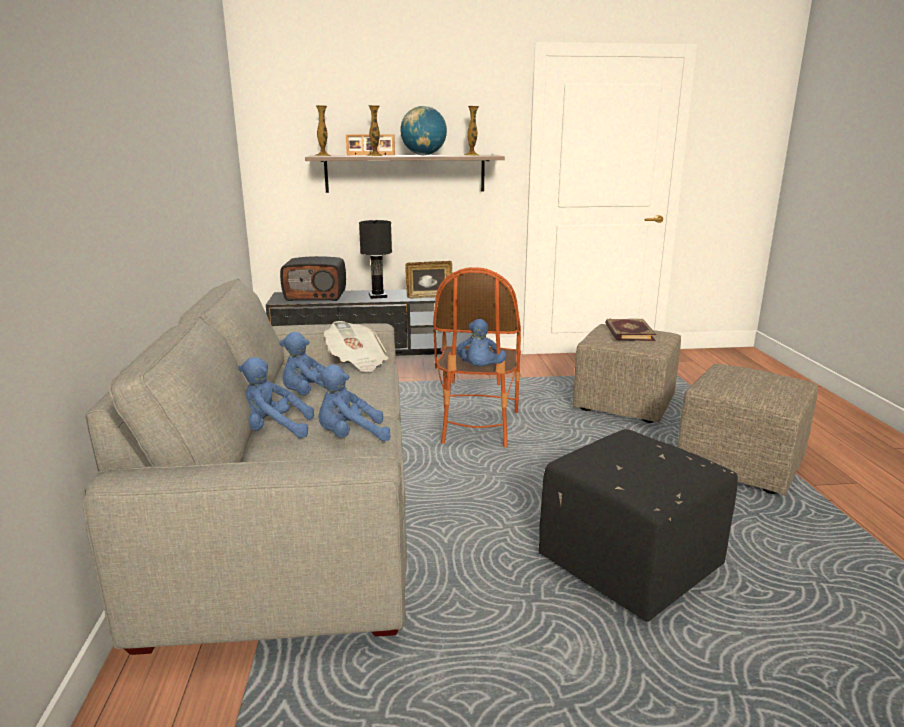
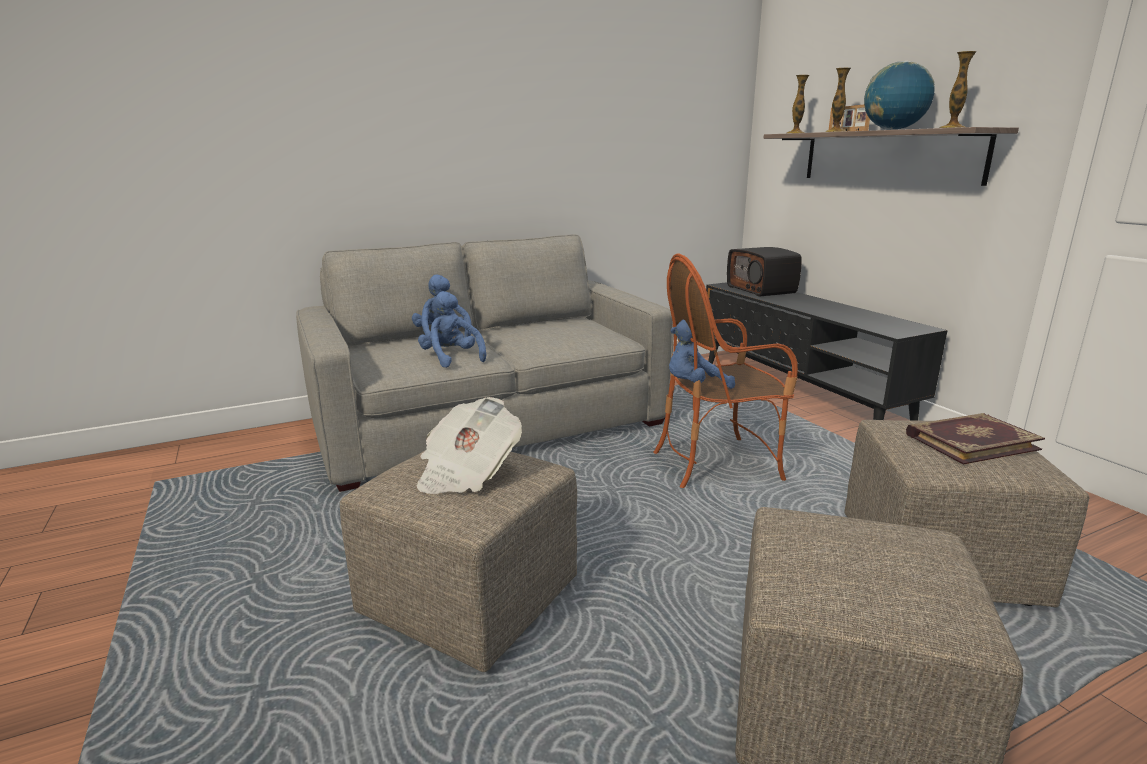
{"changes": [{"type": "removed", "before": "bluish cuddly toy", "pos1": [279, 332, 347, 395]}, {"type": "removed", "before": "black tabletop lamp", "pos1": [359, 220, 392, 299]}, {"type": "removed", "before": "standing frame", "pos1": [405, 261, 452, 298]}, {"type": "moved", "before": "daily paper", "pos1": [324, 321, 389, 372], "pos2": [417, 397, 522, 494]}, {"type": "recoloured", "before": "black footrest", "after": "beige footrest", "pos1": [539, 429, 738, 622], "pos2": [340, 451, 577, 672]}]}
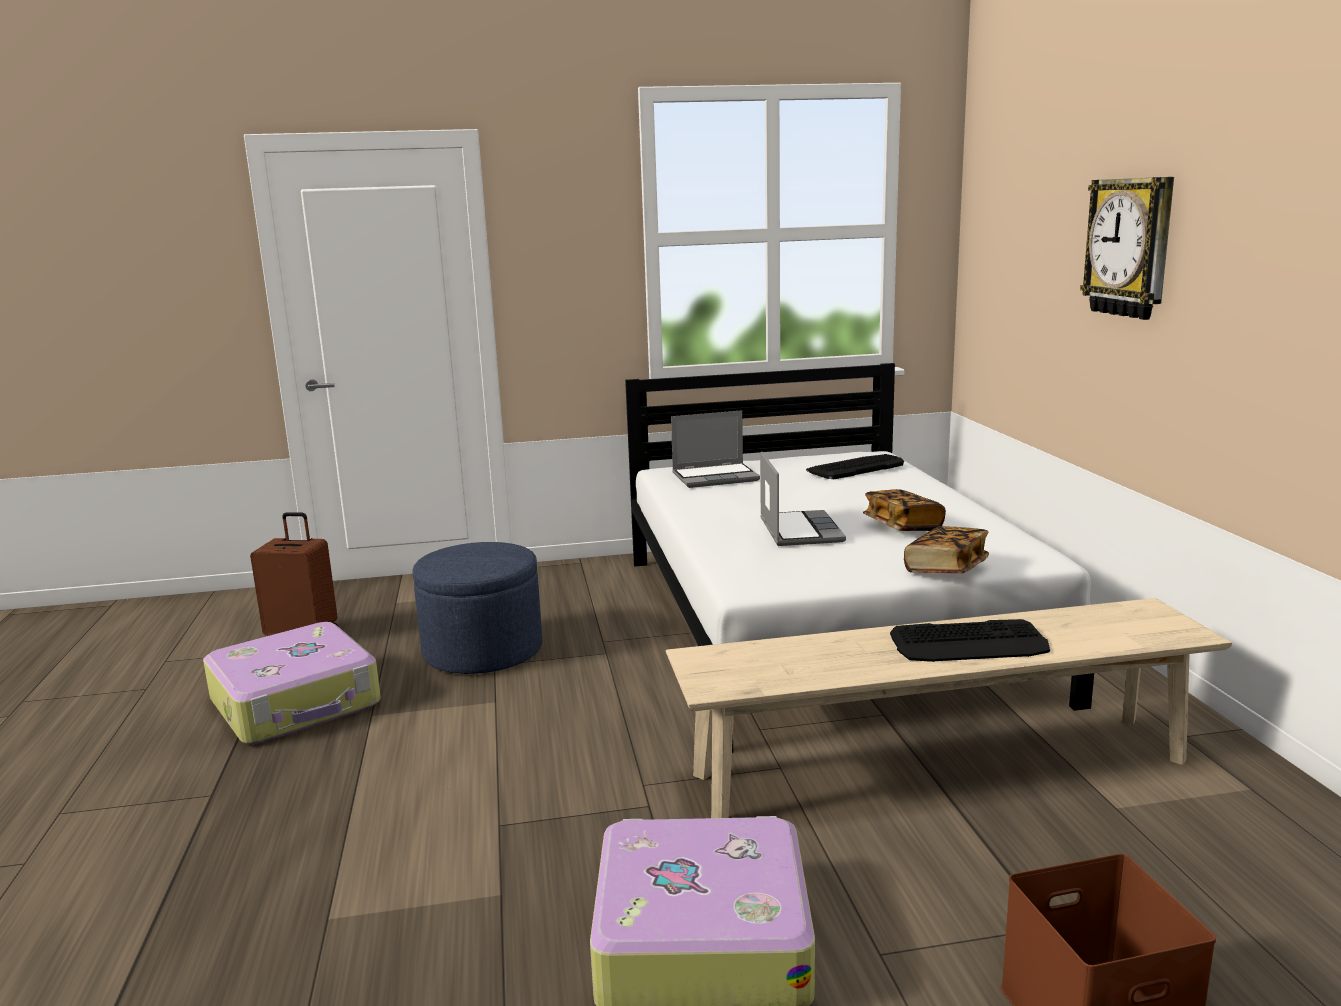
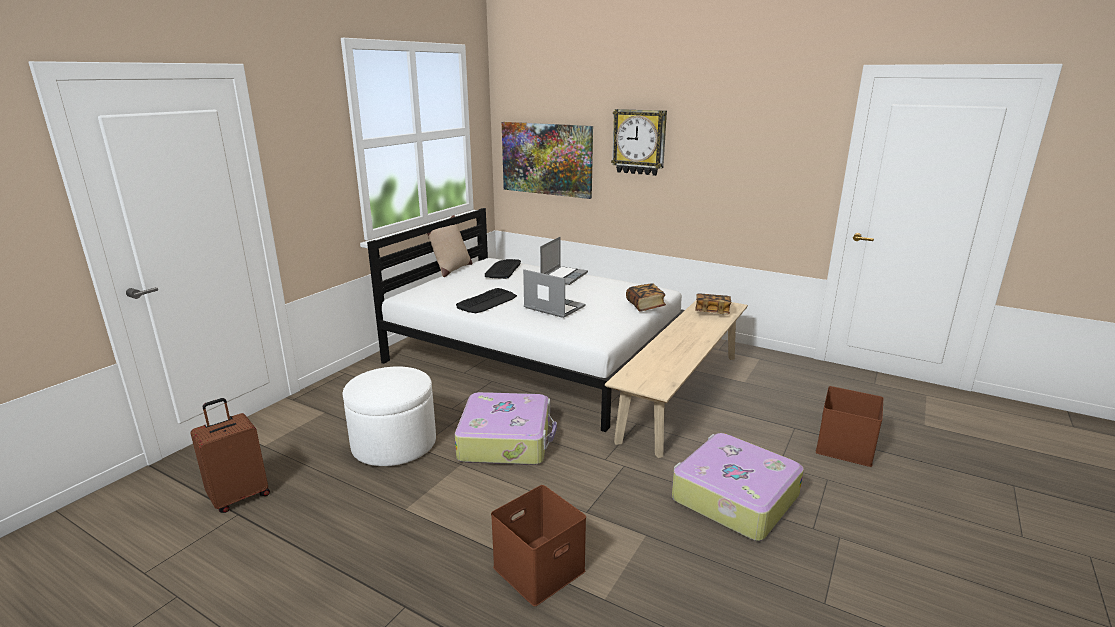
{"changes": [{"type": "added", "after": "beige throw pillow", "pos2": [426, 215, 472, 277]}, {"type": "added", "after": "brown storage box", "pos2": [491, 485, 586, 606]}, {"type": "added", "after": "wall art", "pos2": [502, 122, 593, 199]}, {"type": "moved", "before": "piece of luggage", "pos1": [203, 622, 381, 744], "pos2": [455, 392, 557, 465]}, {"type": "moved", "before": "portable computer", "pos1": [671, 410, 760, 488], "pos2": [540, 236, 588, 285]}, {"type": "moved", "before": "bound book", "pos1": [863, 489, 946, 531], "pos2": [695, 293, 731, 315]}, {"type": "moved", "before": "keyboard", "pos1": [890, 619, 1050, 662], "pos2": [456, 288, 517, 313]}, {"type": "recoloured", "before": "bluish footrest", "after": "white footrest", "pos1": [412, 542, 542, 674], "pos2": [343, 367, 436, 466]}]}
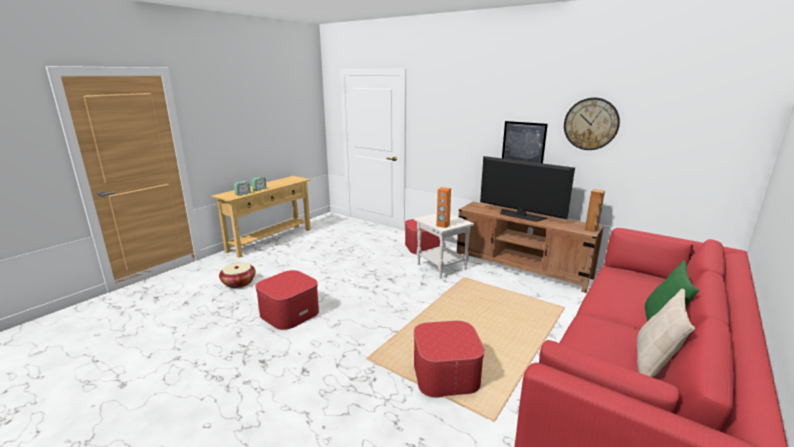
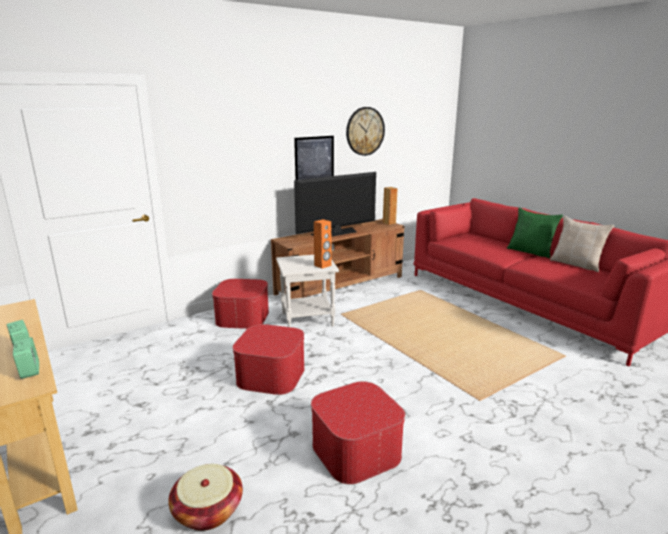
{"changes": [{"type": "moved", "before": "footrest", "pos1": [414, 321, 485, 398], "pos2": [233, 324, 305, 395]}]}
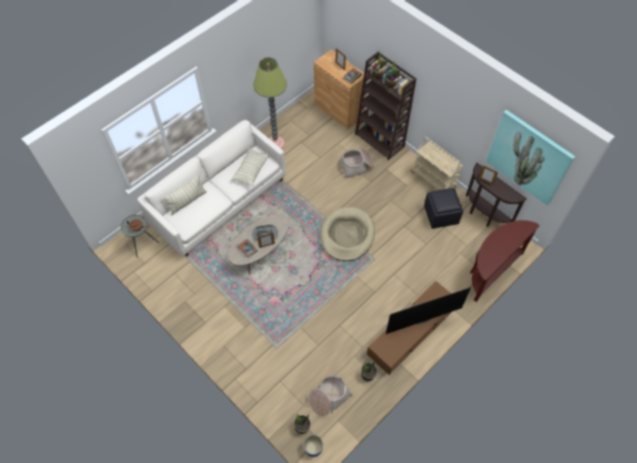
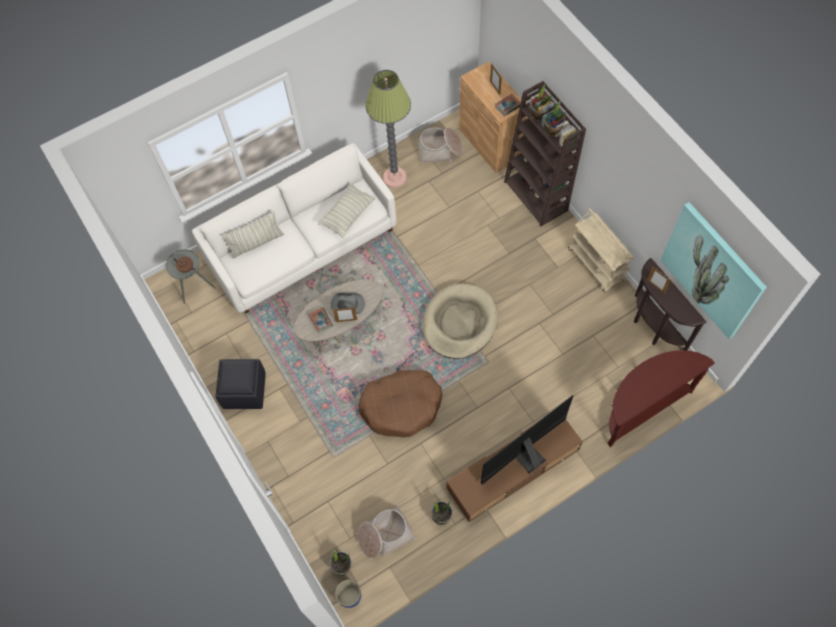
{"changes": [{"type": "added", "after": "brown pet bed", "pos2": [358, 370, 442, 437]}, {"type": "moved", "before": "storage basket", "pos1": [338, 149, 375, 179], "pos2": [418, 127, 463, 165]}, {"type": "moved", "before": "black footrest", "pos1": [424, 188, 463, 229], "pos2": [216, 359, 266, 409]}, {"type": "turned", "before": "TV", "pos1": [386, 287, 471, 334], "pos2": [481, 395, 574, 485], "turn": 150}]}
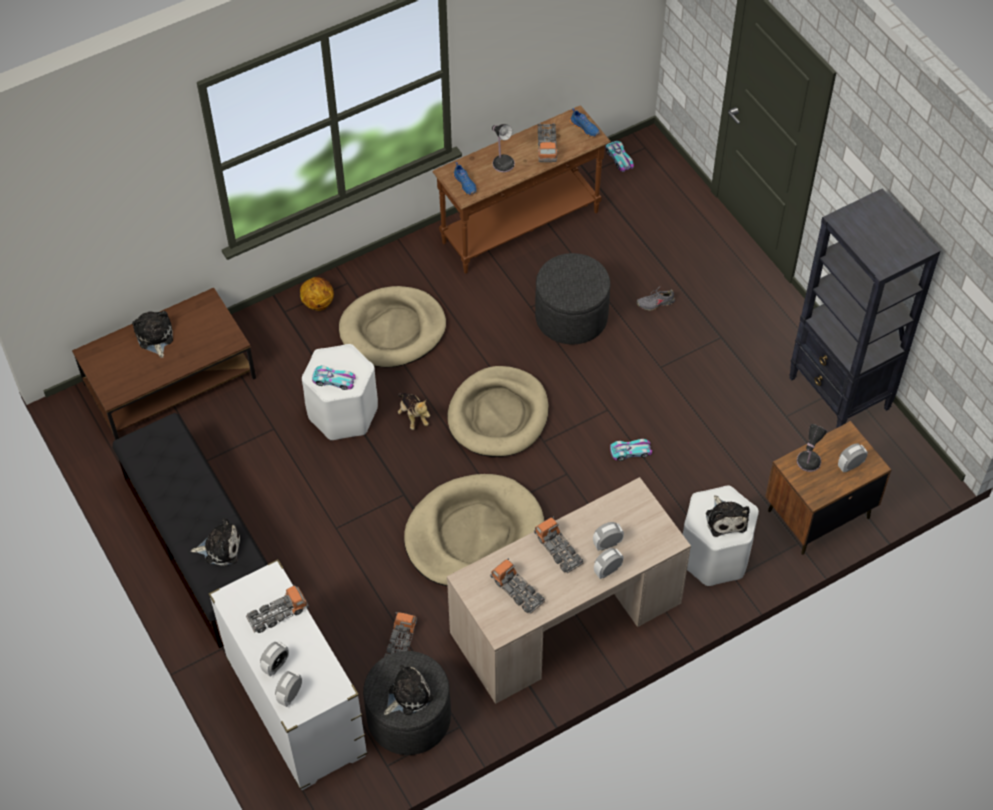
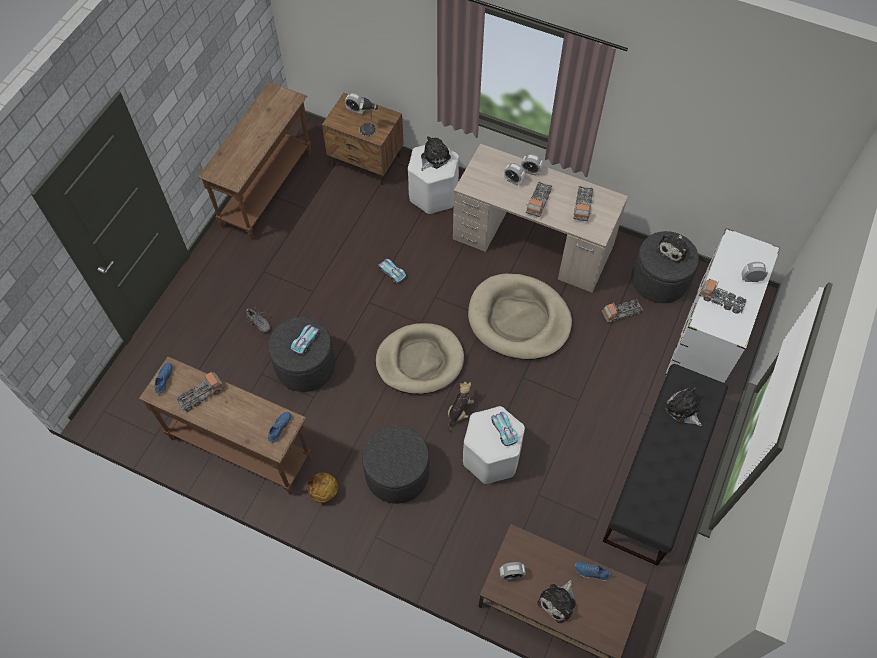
{"changes": [{"type": "removed", "before": "tabletop lamp", "pos1": [492, 124, 515, 172]}, {"type": "added", "after": "bluish low shoe", "pos2": [575, 562, 611, 581]}, {"type": "moved", "before": "bedside clock", "pos1": [275, 671, 302, 707], "pos2": [500, 562, 526, 580]}, {"type": "moved", "before": "basketball", "pos1": [300, 277, 334, 311], "pos2": [308, 473, 338, 503]}, {"type": "moved", "before": "model car", "pos1": [606, 141, 634, 172], "pos2": [291, 325, 320, 355]}, {"type": "replaced", "before": "beige pet bed", "after": "greyish footrest", "pos1": [339, 286, 446, 368], "pos2": [362, 425, 429, 504]}, {"type": "replaced", "before": "black shelving unit", "after": "brown narrow table", "pos1": [789, 188, 940, 428], "pos2": [198, 82, 311, 240]}, {"type": "turned", "before": "cuddly toy", "pos1": [384, 665, 433, 715], "pos2": [657, 234, 689, 264], "turn": -75}]}
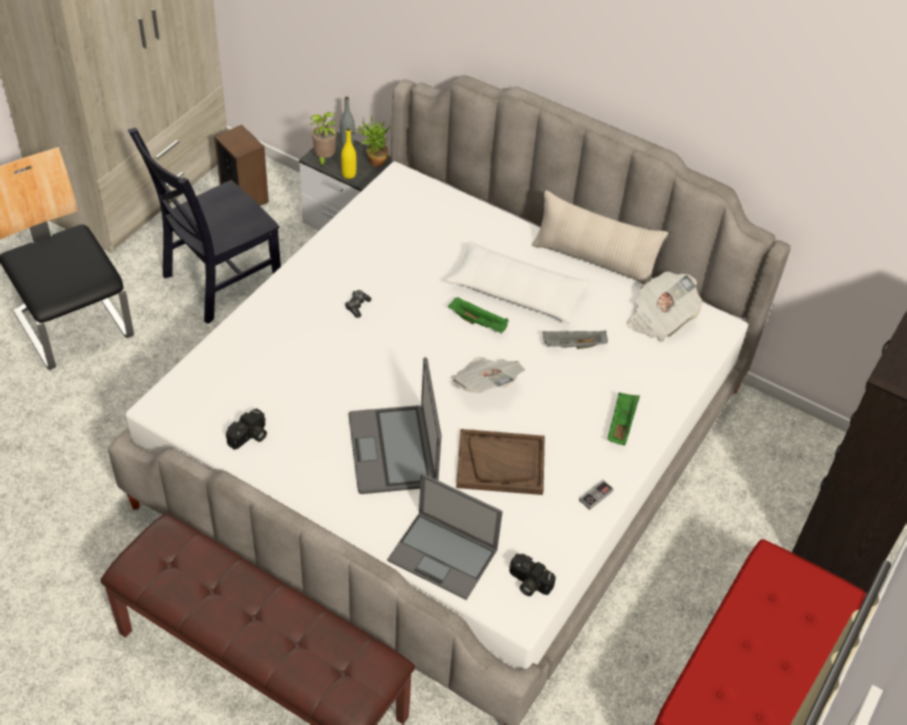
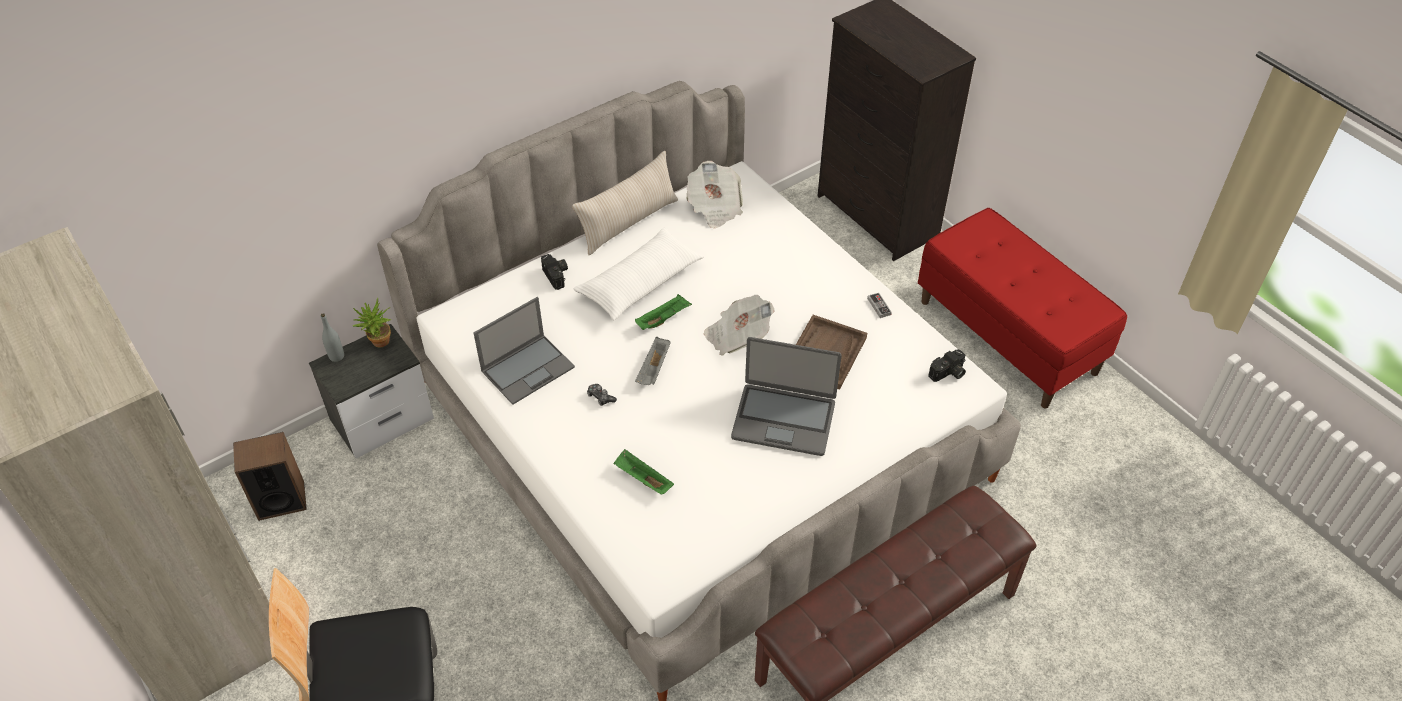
{"changes": [{"type": "removed", "before": "black plain chair", "pos1": [128, 128, 281, 324]}, {"type": "removed", "before": "potted plant", "pos1": [310, 112, 337, 167]}, {"type": "removed", "before": "yellow beverage bottle", "pos1": [341, 128, 356, 179]}, {"type": "moved", "before": "still camera", "pos1": [226, 408, 267, 450], "pos2": [541, 254, 568, 290]}, {"type": "moved", "before": "portable computer", "pos1": [387, 473, 503, 600], "pos2": [473, 297, 575, 405]}, {"type": "moved", "before": "greyish carrying tray", "pos1": [543, 331, 608, 349], "pos2": [635, 337, 671, 385]}, {"type": "moved", "before": "green carrying tray", "pos1": [608, 393, 640, 446], "pos2": [613, 449, 674, 495]}]}
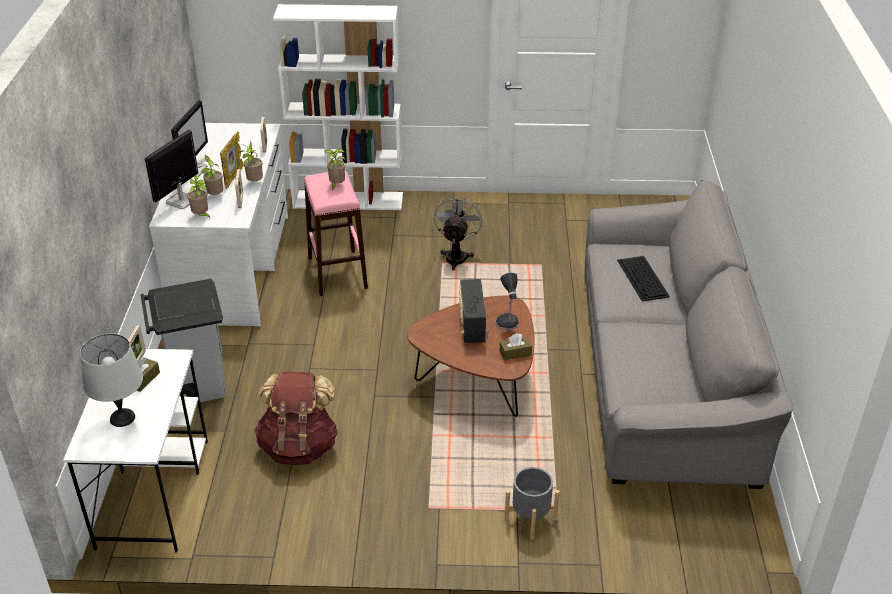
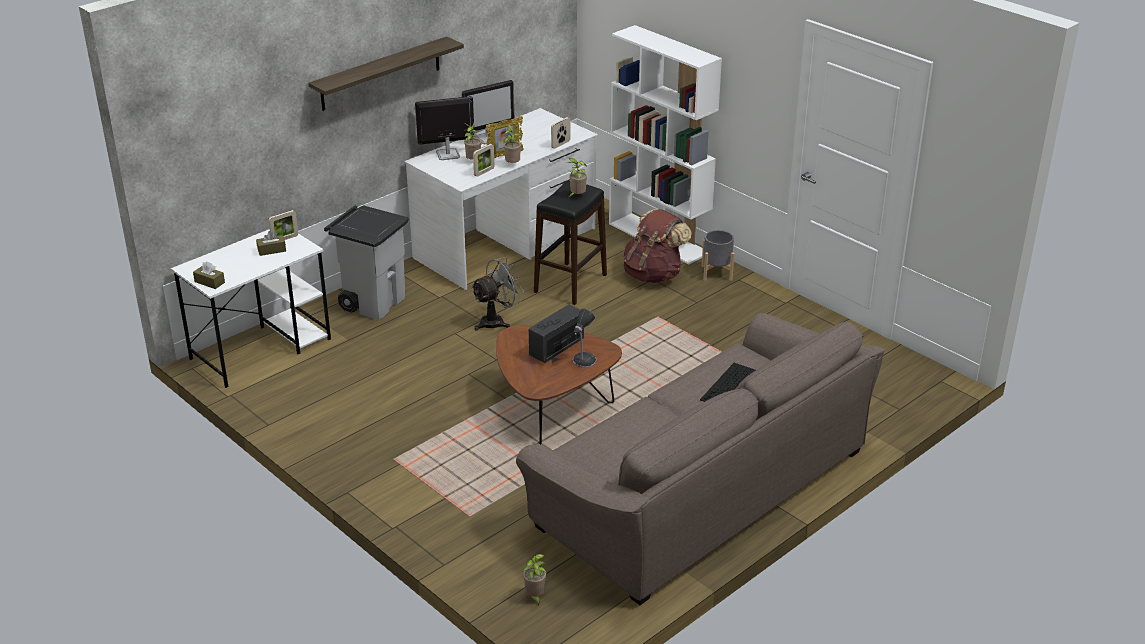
{"changes": [{"type": "removed", "before": "greyish tabletop lamp", "pos1": [80, 333, 143, 427]}, {"type": "added", "after": "shelf", "pos2": [308, 36, 464, 111]}, {"type": "moved", "before": "potted plant", "pos1": [187, 175, 210, 218], "pos2": [523, 554, 547, 606]}, {"type": "moved", "before": "brown rucksack", "pos1": [254, 372, 338, 465], "pos2": [623, 209, 692, 283]}, {"type": "moved", "before": "greyish electric fan", "pos1": [434, 194, 483, 271], "pos2": [471, 257, 524, 331]}, {"type": "moved", "before": "brown box of tissues", "pos1": [500, 333, 532, 360], "pos2": [193, 262, 225, 289]}, {"type": "moved", "before": "greyish planter", "pos1": [505, 467, 560, 540], "pos2": [702, 230, 734, 281]}, {"type": "recoloured", "before": "pinkish stool", "after": "black stool", "pos1": [304, 171, 368, 296], "pos2": [534, 181, 607, 305]}, {"type": "recoloured", "before": "greyish settee", "after": "brown settee", "pos1": [584, 179, 793, 489], "pos2": [516, 313, 884, 605]}]}
